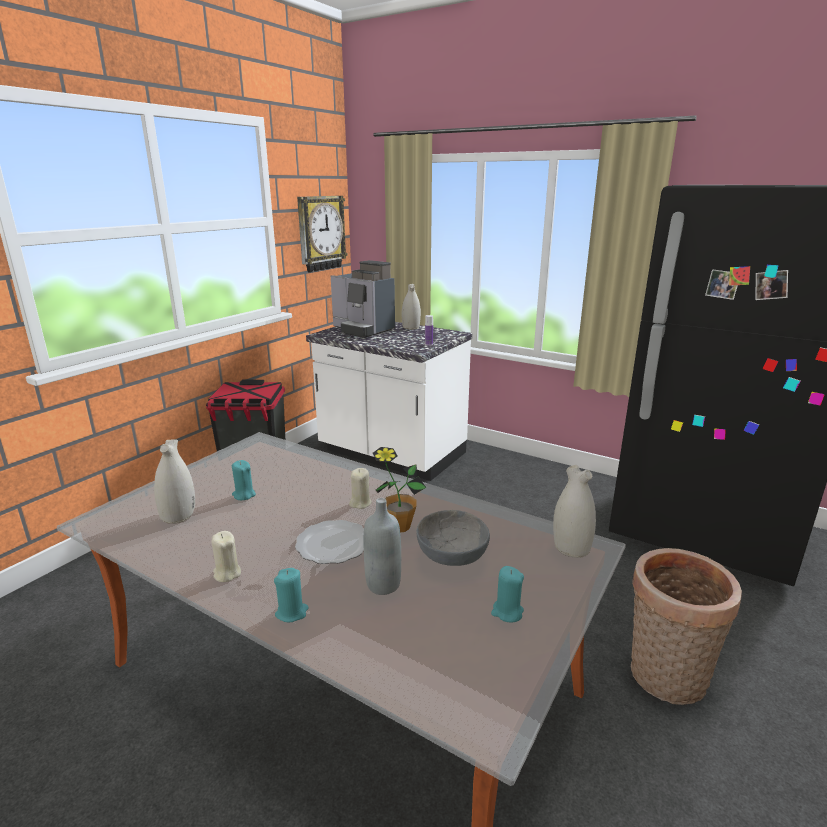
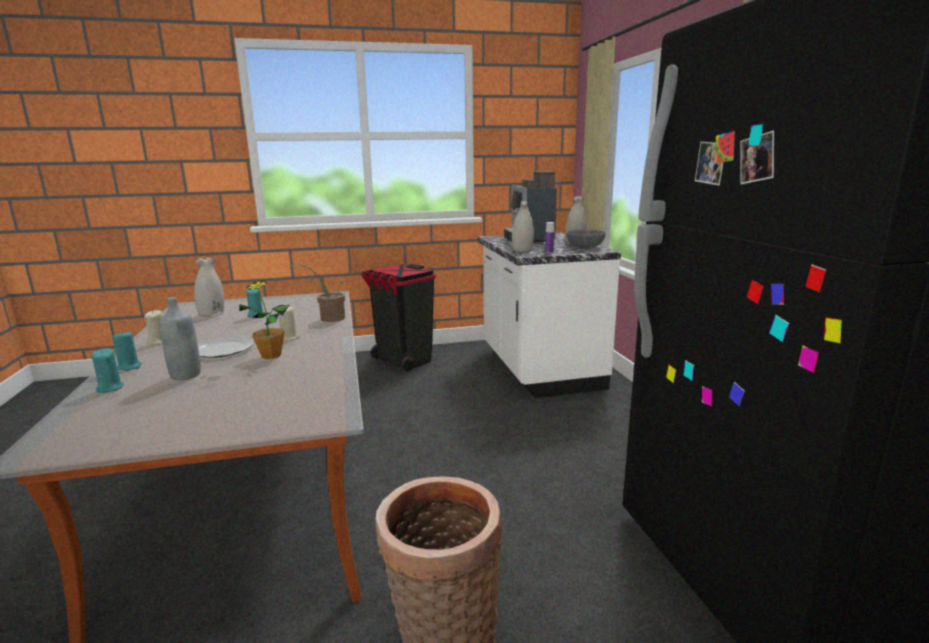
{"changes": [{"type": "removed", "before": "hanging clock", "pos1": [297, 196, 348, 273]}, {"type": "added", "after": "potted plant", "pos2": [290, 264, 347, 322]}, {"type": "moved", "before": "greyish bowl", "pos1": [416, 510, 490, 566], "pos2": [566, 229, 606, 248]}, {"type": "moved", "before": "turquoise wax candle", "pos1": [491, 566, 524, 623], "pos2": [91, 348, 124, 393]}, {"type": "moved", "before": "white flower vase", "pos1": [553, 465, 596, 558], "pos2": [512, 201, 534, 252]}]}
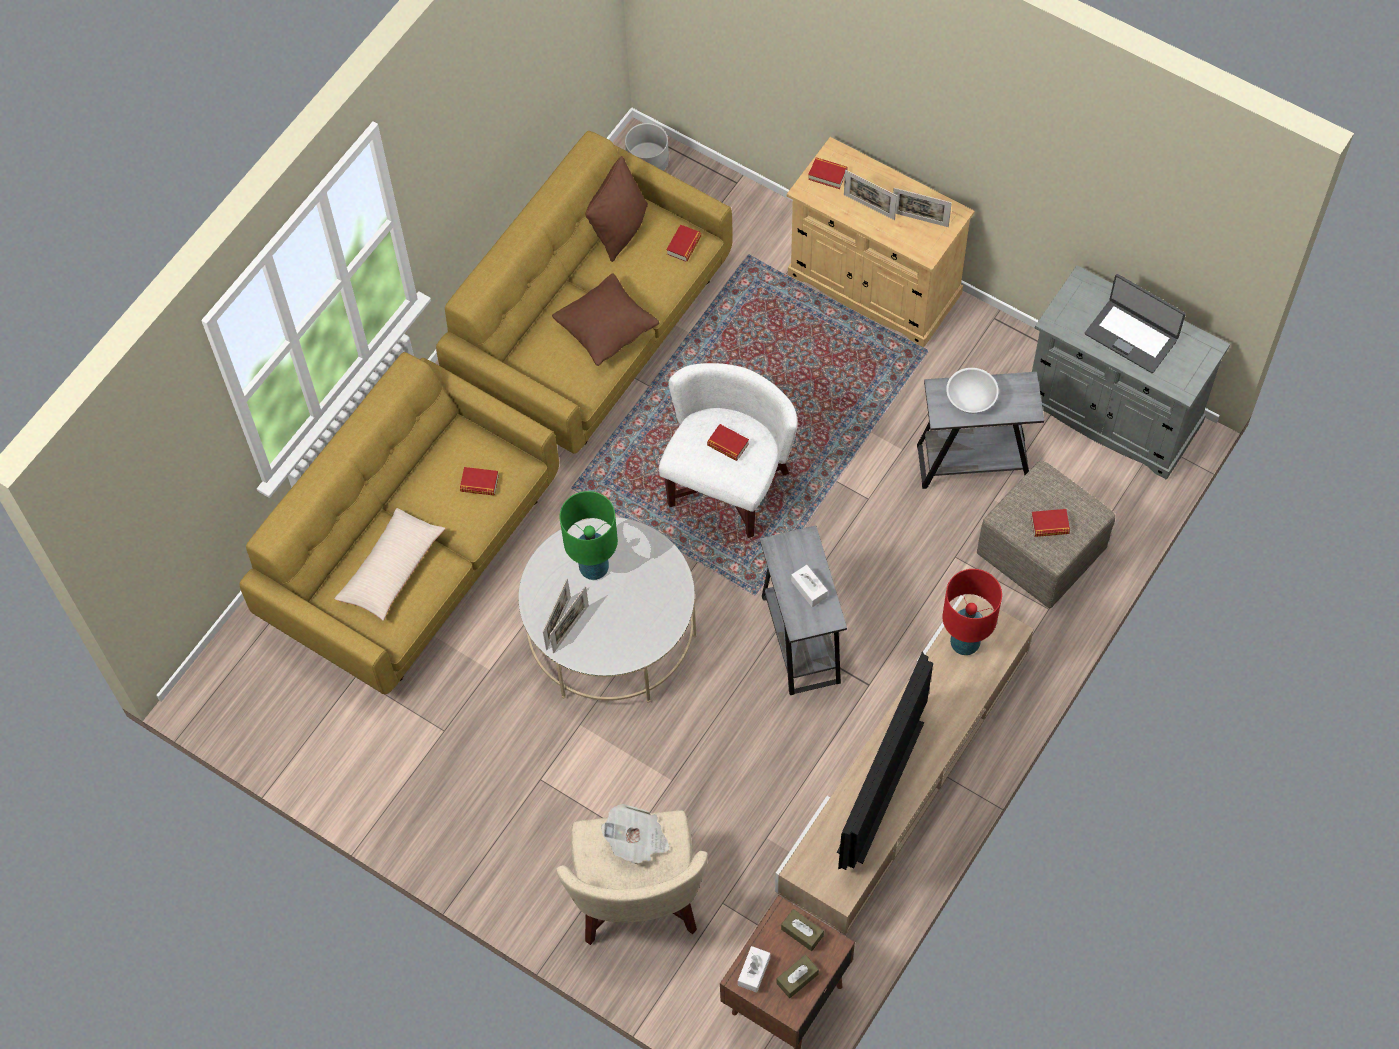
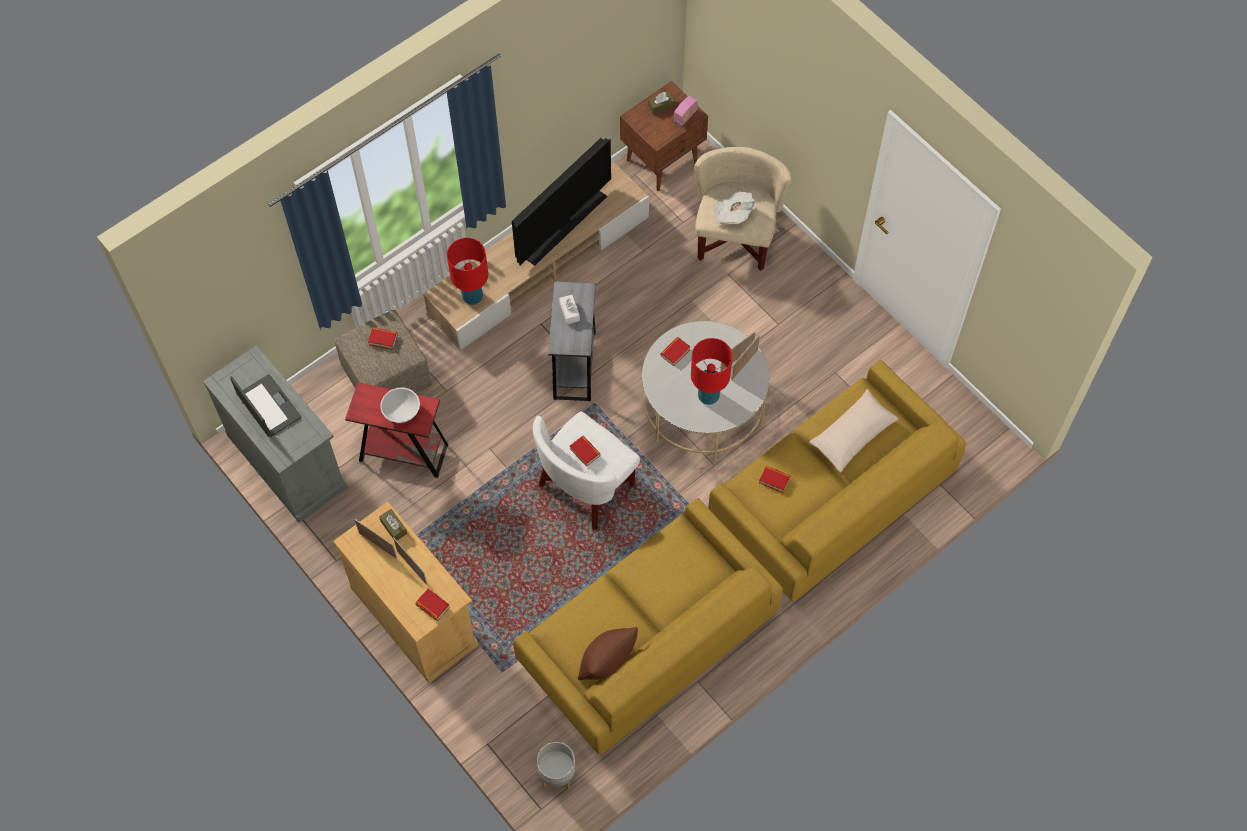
{"changes": [{"type": "removed", "before": "brown throw pillow", "pos1": [552, 273, 659, 366]}, {"type": "moved", "before": "bound book", "pos1": [666, 224, 701, 262], "pos2": [661, 337, 691, 366]}, {"type": "moved", "before": "brown box of tissues", "pos1": [781, 909, 824, 951], "pos2": [379, 509, 407, 540]}, {"type": "replaced", "before": "white box of tissues", "after": "radio", "pos1": [738, 946, 770, 993], "pos2": [674, 96, 698, 126]}, {"type": "recoloured", "before": "green tabletop lamp", "after": "red-coloured tabletop lamp", "pos1": [559, 491, 618, 580], "pos2": [691, 338, 733, 405]}, {"type": "recoloured", "before": "greyish accent table", "after": "red-coloured accent table", "pos1": [917, 372, 1044, 489], "pos2": [345, 382, 448, 478]}]}
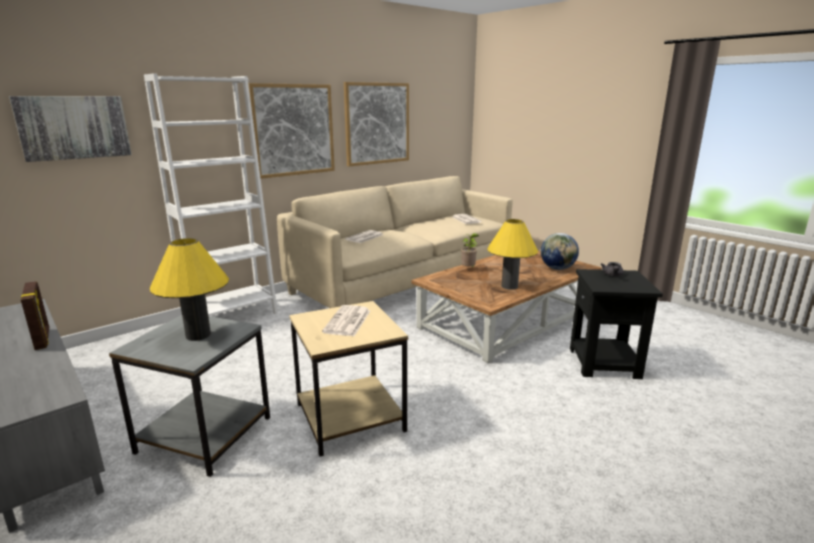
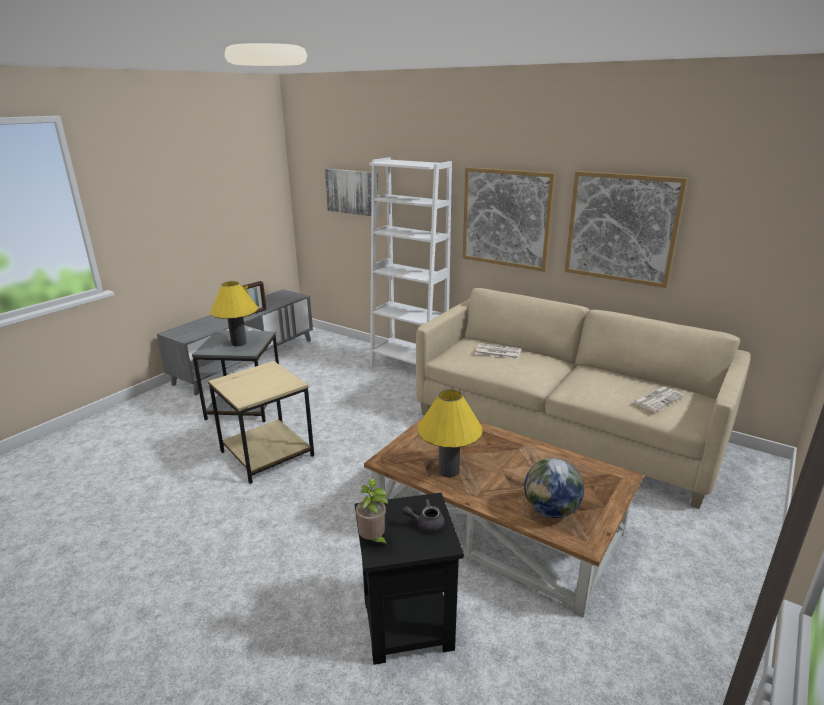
{"changes": [{"type": "removed", "before": "daily paper", "pos1": [322, 305, 370, 336]}, {"type": "moved", "before": "potted plant", "pos1": [461, 233, 479, 267], "pos2": [356, 479, 388, 547]}]}
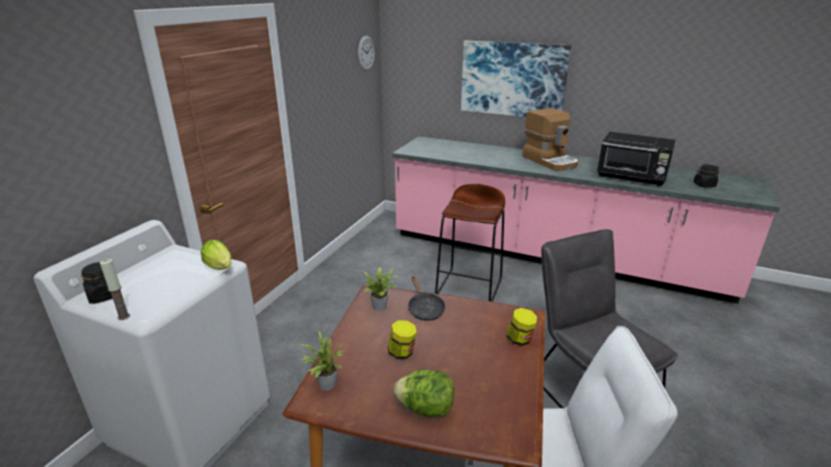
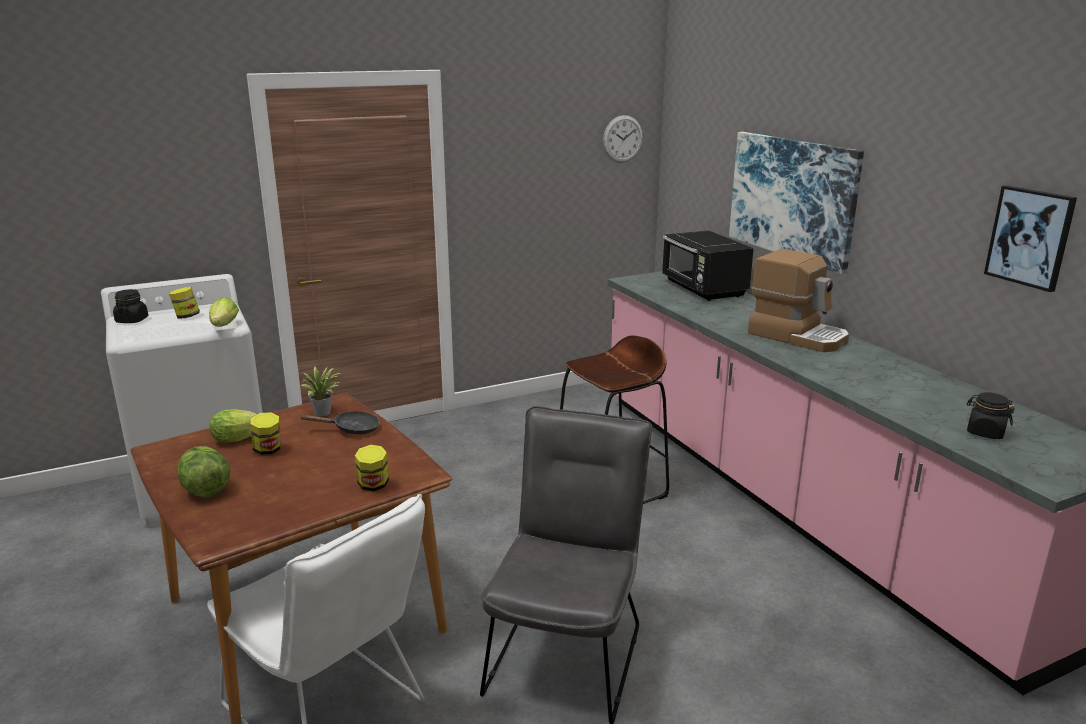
{"changes": [{"type": "removed", "before": "wax candle", "pos1": [100, 259, 130, 320]}, {"type": "removed", "before": "potted plant", "pos1": [300, 331, 343, 391]}, {"type": "added", "after": "preserve jar", "pos2": [169, 287, 200, 318]}, {"type": "added", "after": "lettuce head", "pos2": [210, 409, 257, 443]}, {"type": "added", "after": "wall art", "pos2": [984, 185, 1077, 292]}, {"type": "moved", "before": "black microwave", "pos1": [597, 132, 676, 186], "pos2": [662, 231, 754, 301]}, {"type": "turned", "before": "black frying pan", "pos1": [408, 276, 445, 321], "pos2": [301, 411, 380, 435], "turn": -120}, {"type": "turned", "before": "coffee brewer", "pos1": [522, 108, 578, 171], "pos2": [748, 249, 849, 352], "turn": -60}]}
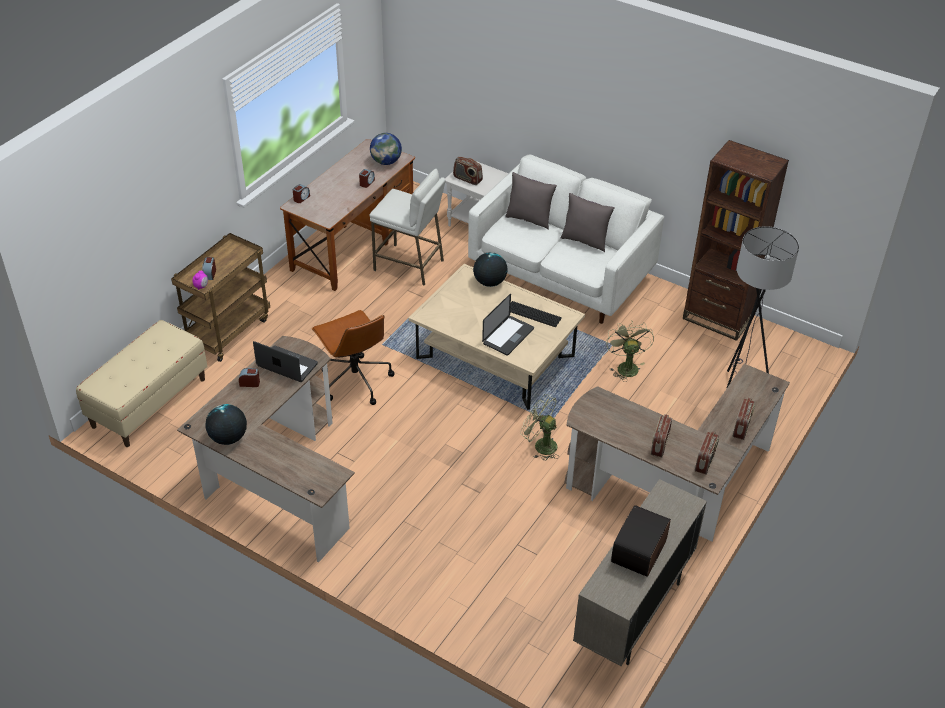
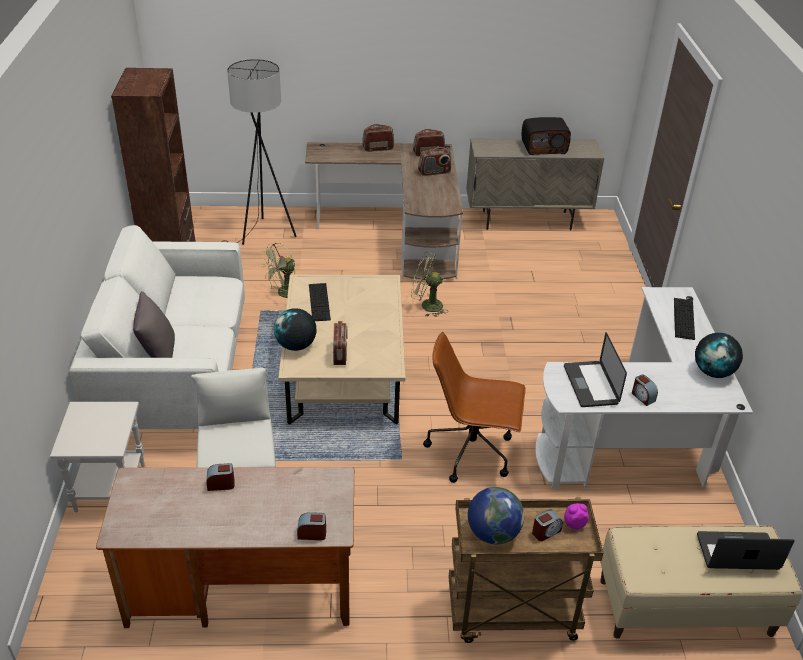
{"changes": [{"type": "removed", "before": "greyish throw pillow", "pos1": [561, 193, 614, 252]}, {"type": "added", "after": "keyboard", "pos2": [674, 298, 695, 340]}, {"type": "moved", "before": "globe", "pos1": [370, 133, 402, 165], "pos2": [468, 487, 524, 544]}, {"type": "moved", "before": "radio", "pos1": [453, 157, 483, 185], "pos2": [333, 321, 348, 365]}, {"type": "moved", "before": "portable computer", "pos1": [482, 294, 534, 355], "pos2": [697, 531, 795, 570]}, {"type": "recoloured", "before": "brown desk", "after": "white desk", "pos1": [177, 336, 355, 563], "pos2": [535, 287, 753, 488]}, {"type": "turned", "before": "brown desk chair", "pos1": [312, 310, 394, 405], "pos2": [423, 332, 526, 483], "turn": -105}, {"type": "turned", "before": "green electric fan", "pos1": [520, 394, 557, 461], "pos2": [411, 252, 448, 317], "turn": 105}]}
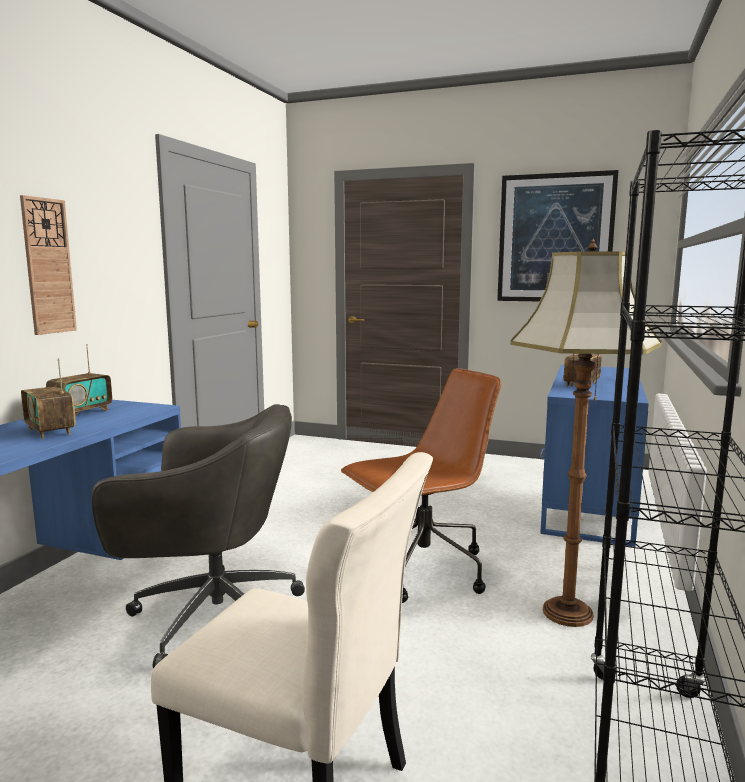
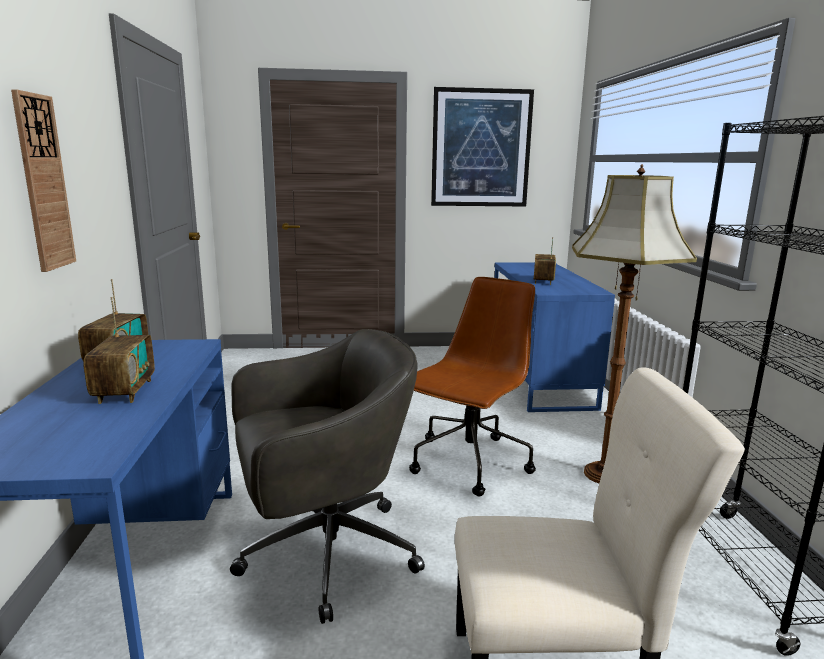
{"changes": [{"type": "turned", "before": "radio", "pos1": [21, 359, 76, 439], "pos2": [83, 297, 155, 404], "turn": -120}]}
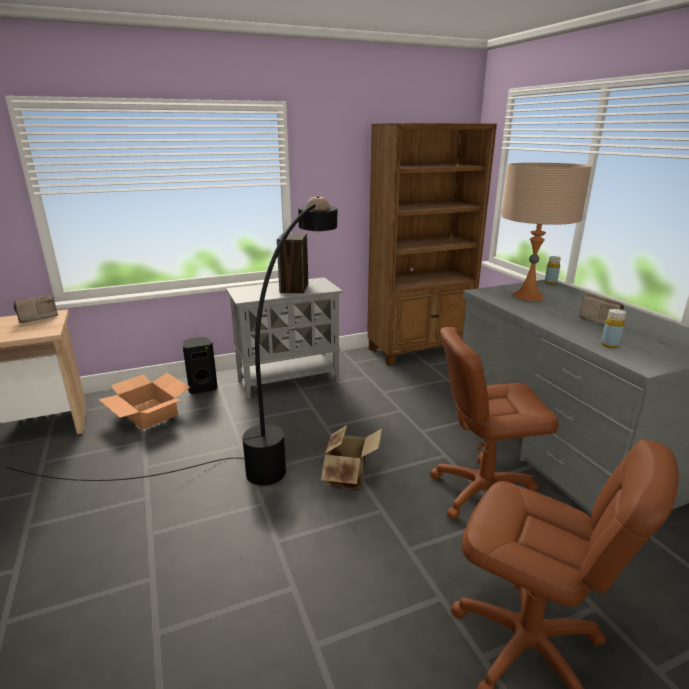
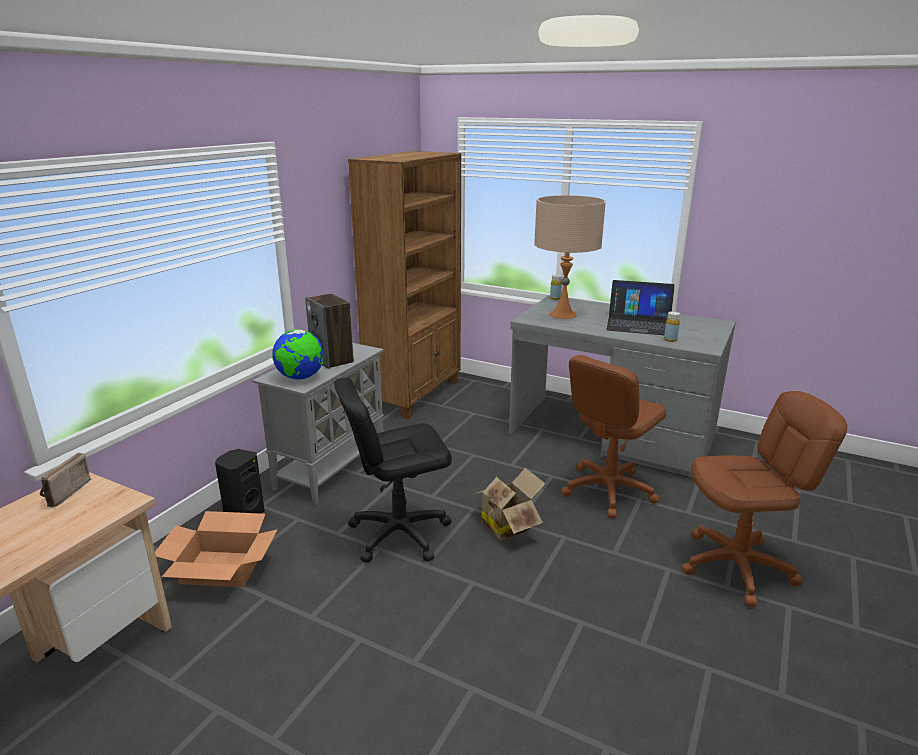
{"changes": [{"type": "added", "after": "globe", "pos2": [272, 329, 324, 380]}, {"type": "replaced", "before": "black standing lamp", "after": "black desk chair", "pos1": [6, 196, 337, 485], "pos2": [334, 377, 452, 563]}, {"type": "replaced", "before": "radio", "after": "portable computer", "pos1": [580, 293, 624, 326], "pos2": [607, 280, 675, 335]}]}
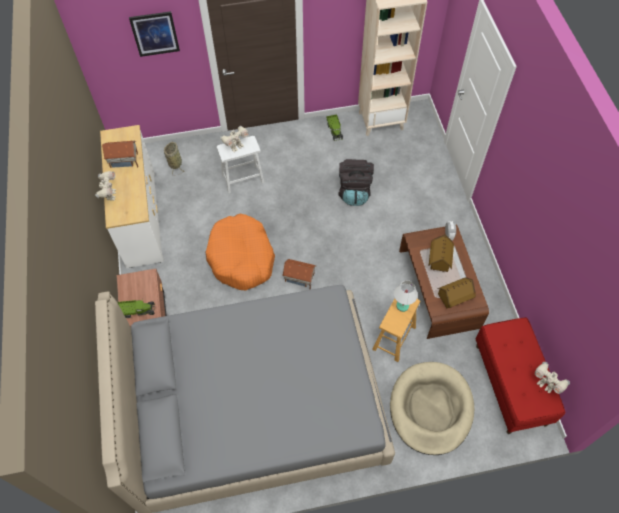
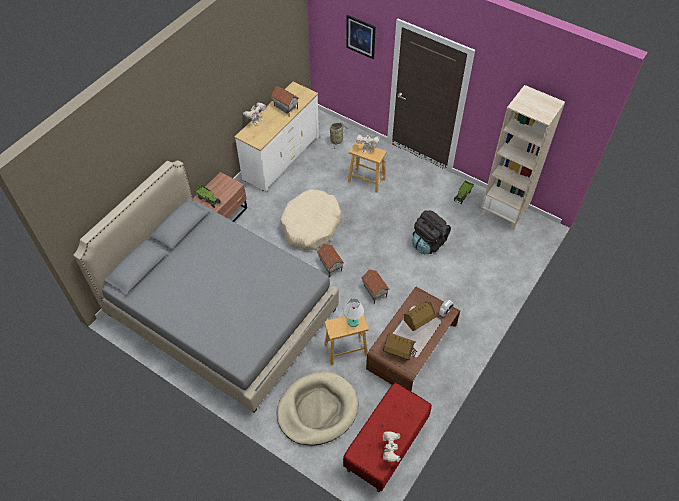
{"changes": [{"type": "added", "after": "miniature house", "pos2": [361, 270, 389, 304]}, {"type": "recoloured", "before": "orange-coloured pet bed", "after": "beige pet bed", "pos1": [206, 214, 275, 290], "pos2": [280, 189, 342, 250]}, {"type": "recoloured", "before": "white stool", "after": "brown stool", "pos1": [216, 136, 265, 193], "pos2": [348, 142, 387, 193]}]}
